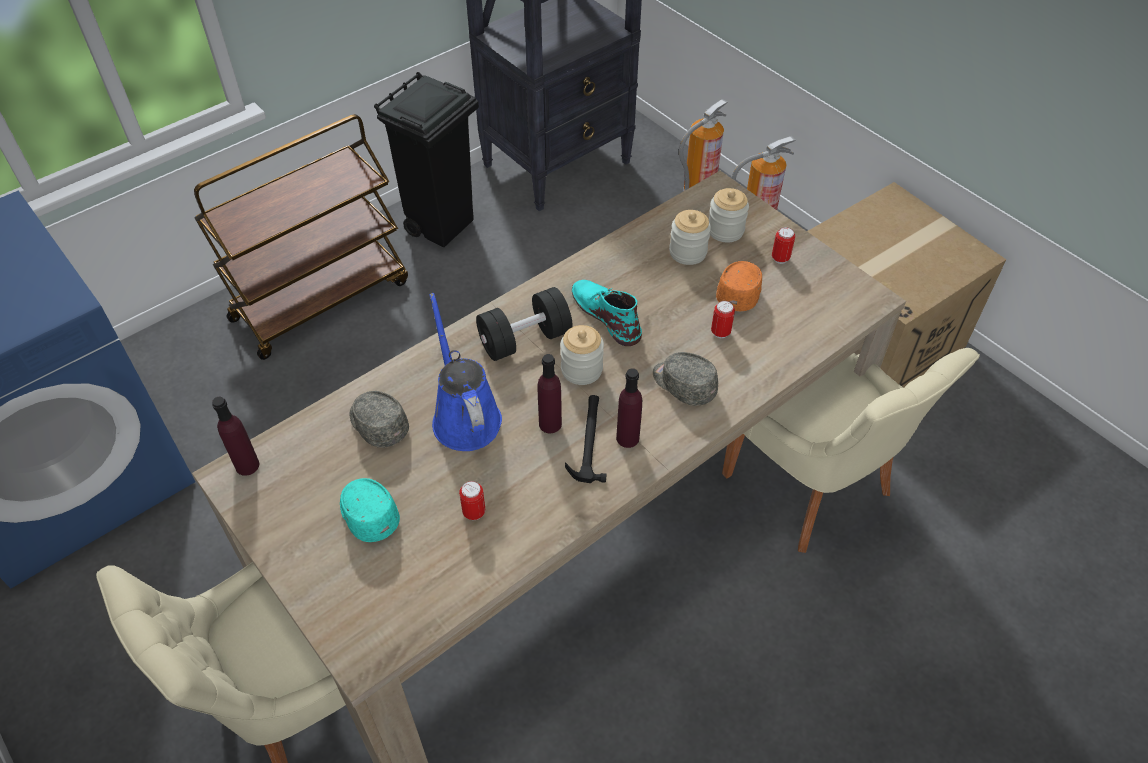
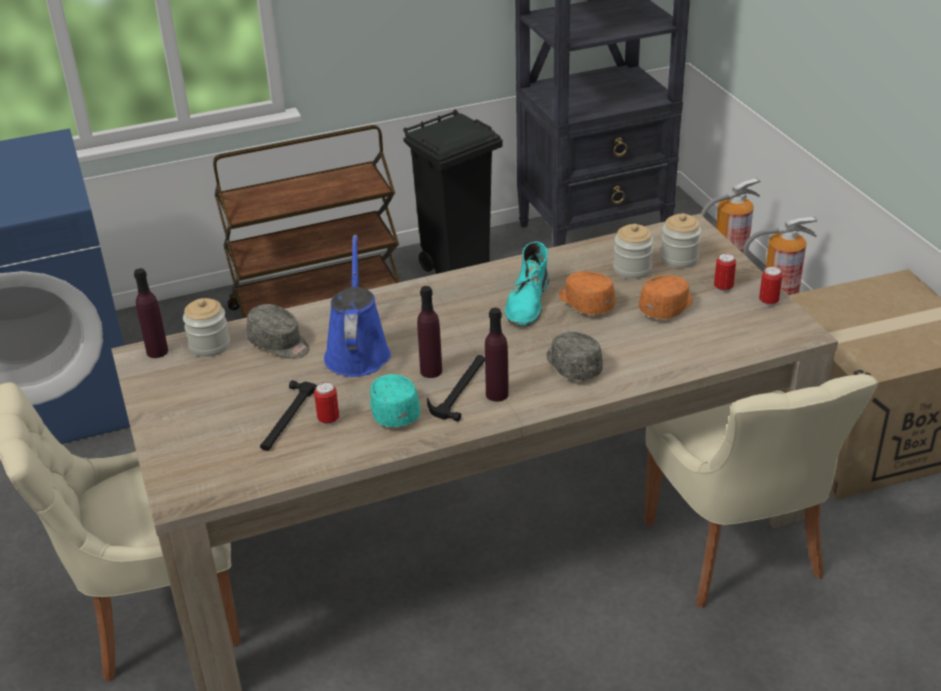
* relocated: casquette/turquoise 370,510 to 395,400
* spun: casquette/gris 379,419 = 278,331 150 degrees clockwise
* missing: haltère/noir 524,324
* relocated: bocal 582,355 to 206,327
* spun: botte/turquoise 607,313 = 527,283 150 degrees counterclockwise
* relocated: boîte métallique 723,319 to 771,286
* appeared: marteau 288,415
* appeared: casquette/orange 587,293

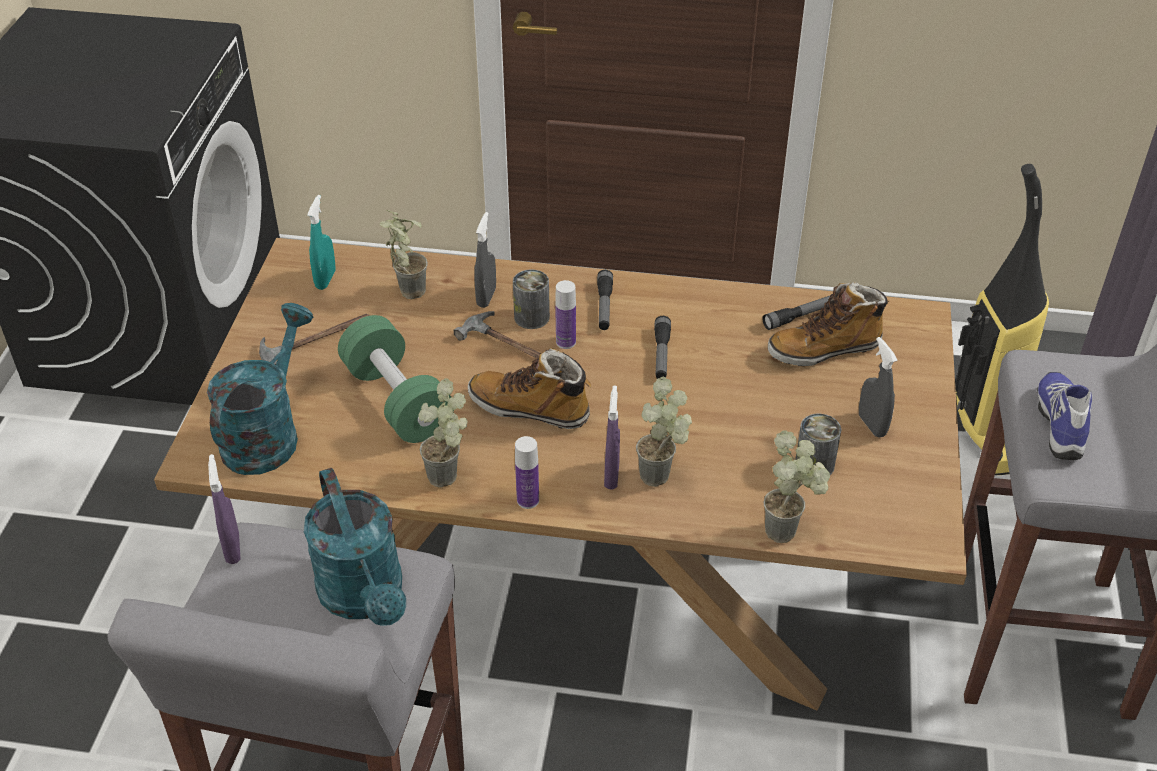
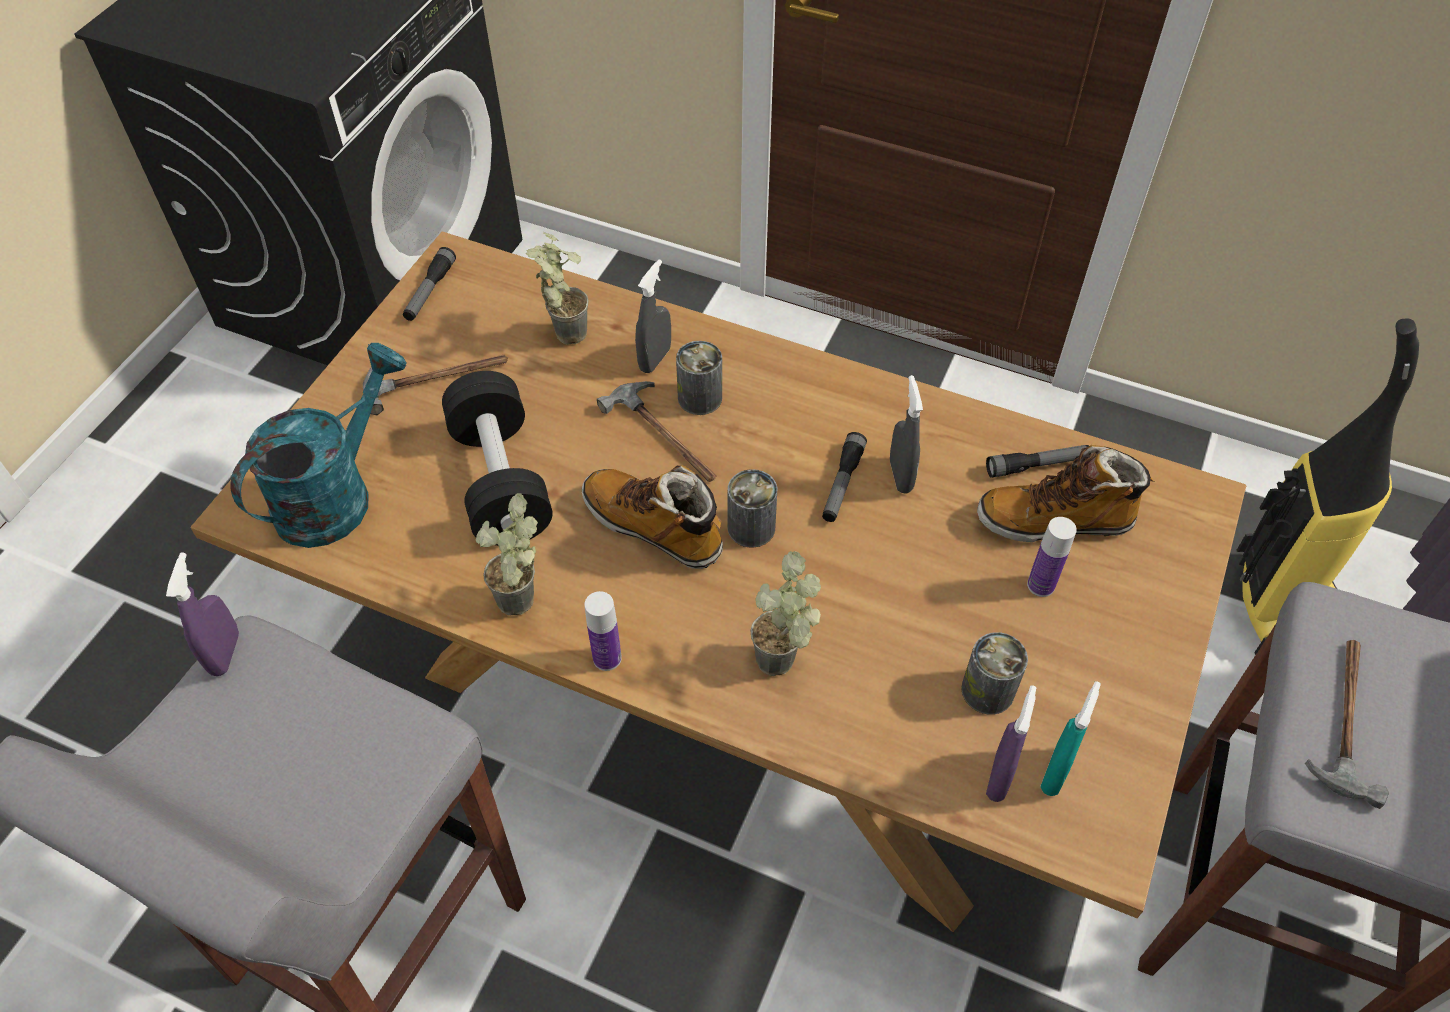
* missing: arrosoir/turquoise 355,547
* relocated: vaporisateur/turquoise 321,242 to 1070,738
* colour: haltère/vert 396,379 to haltère/noir 497,458
* relocated: bouteille 565,314 to 1052,557
* relocated: lampe de poche 605,300 to 429,284
* relocated: vaporisateur/violet 612,437 to 1011,743
* missing: plante en pot 797,486
* relocated: vaporisateur/gris 878,387 to 906,434
* exchanged: chaussure 1064,416 to marteau 1347,724
* appeared: boîte métallique 752,508

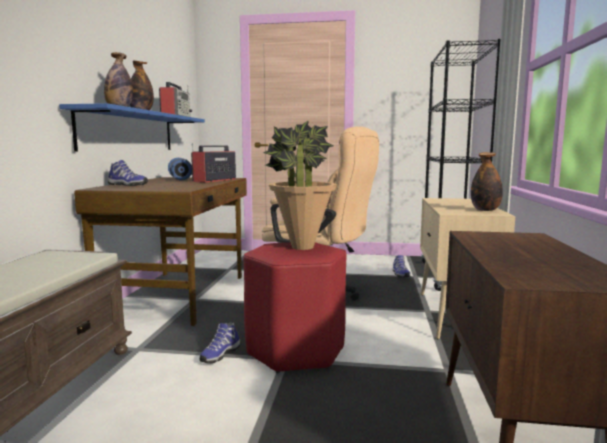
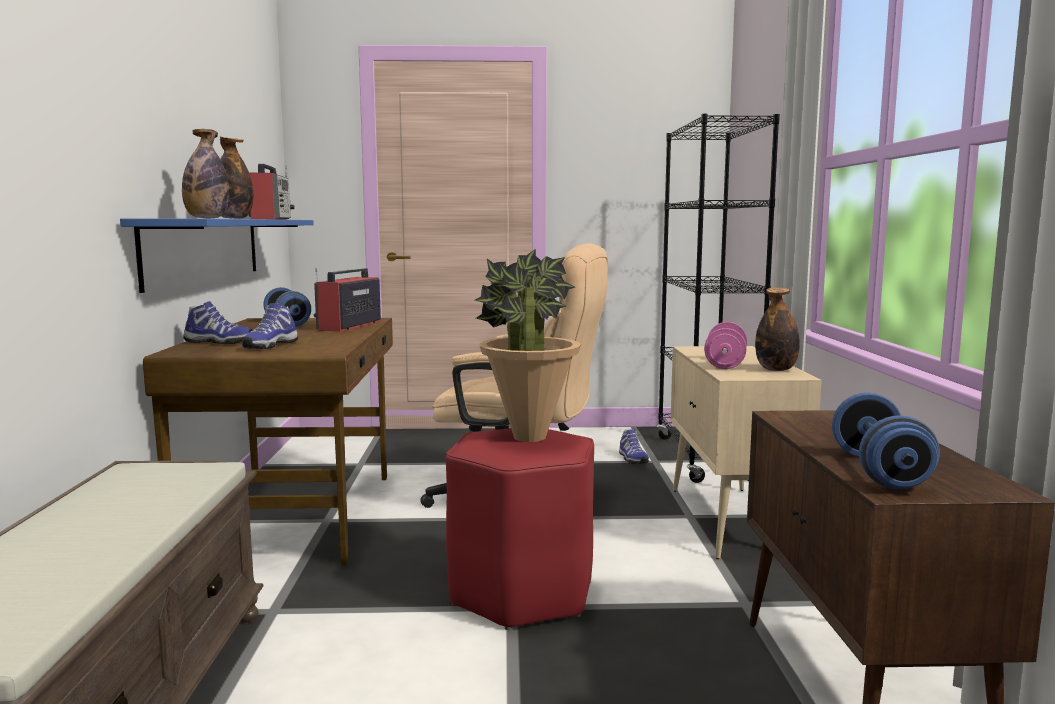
* relocated: chaussure 219,343 to 270,326
* appeared: haltère/rose 725,345
* appeared: haltère/bleu 886,441

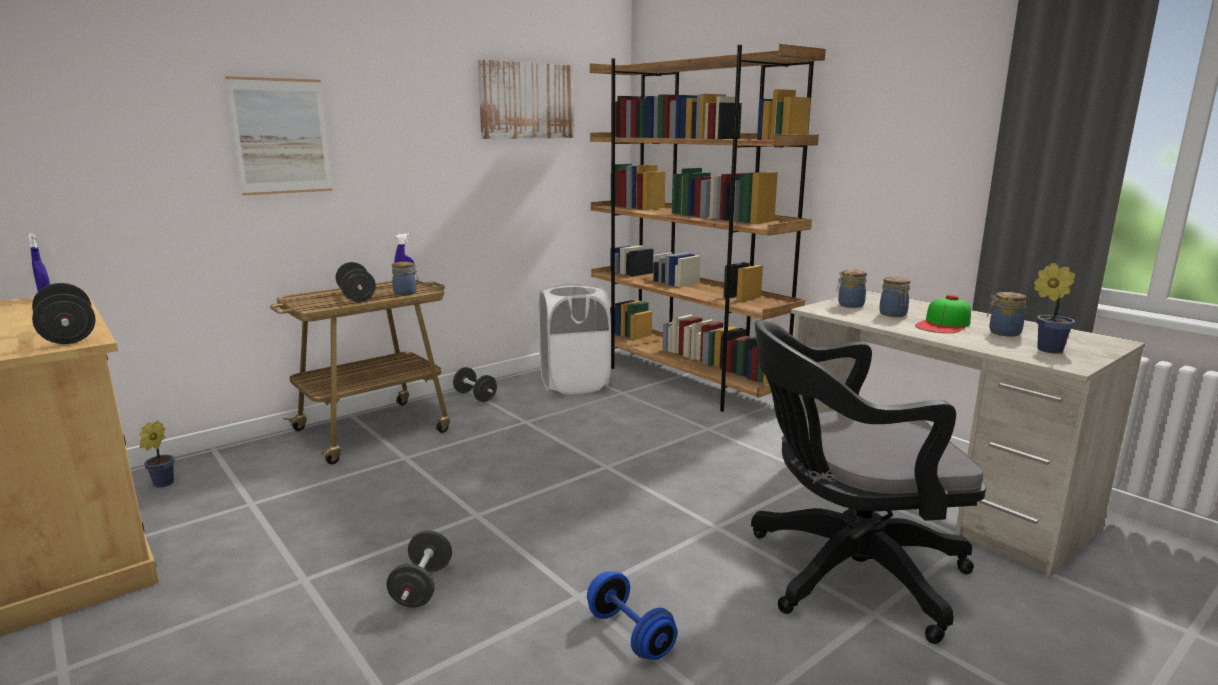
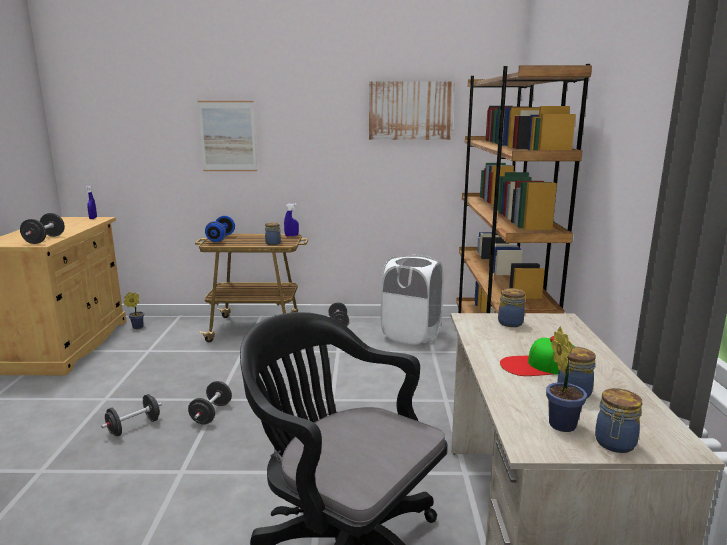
* relocated: haltère/noir 356,282 to 210,403
* relocated: haltère/bleu 632,616 to 220,229
* relocated: bocal 894,297 to 618,420

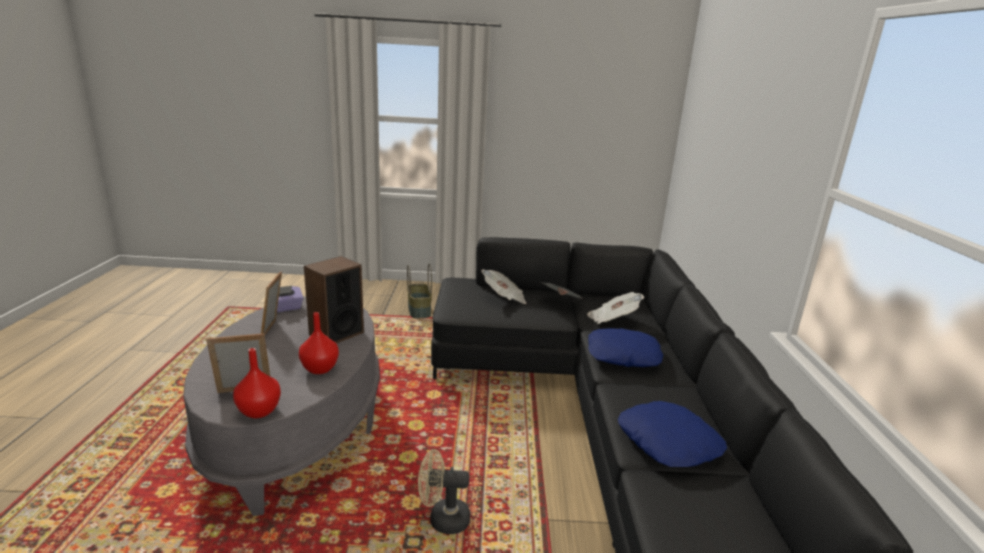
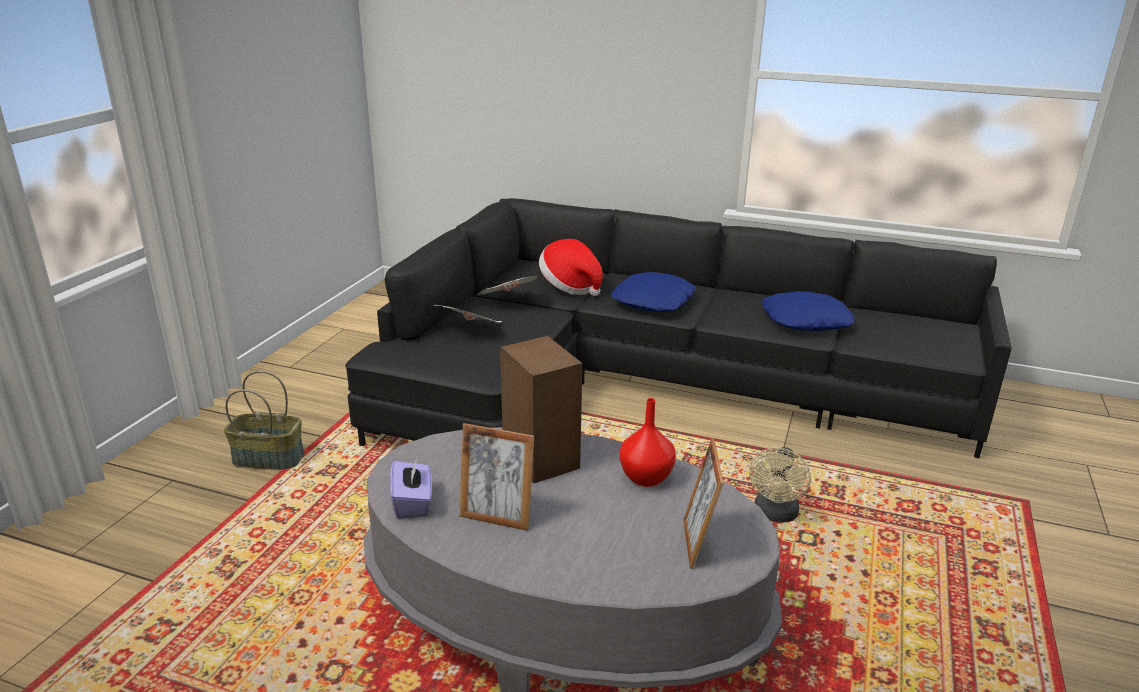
* missing: vase/rouge 257,383
* exchanged: journal 615,308 to chapeau 571,267

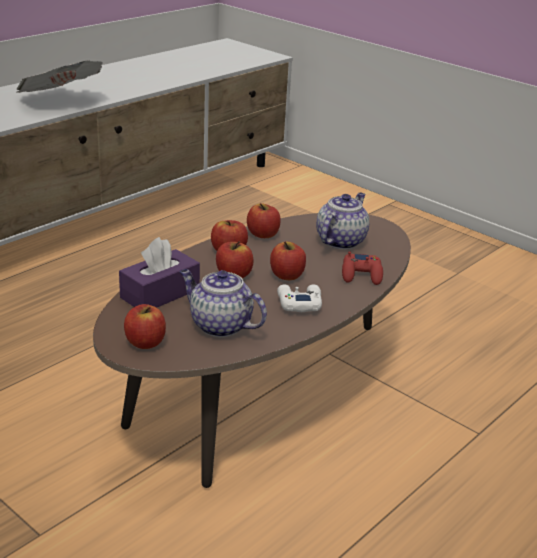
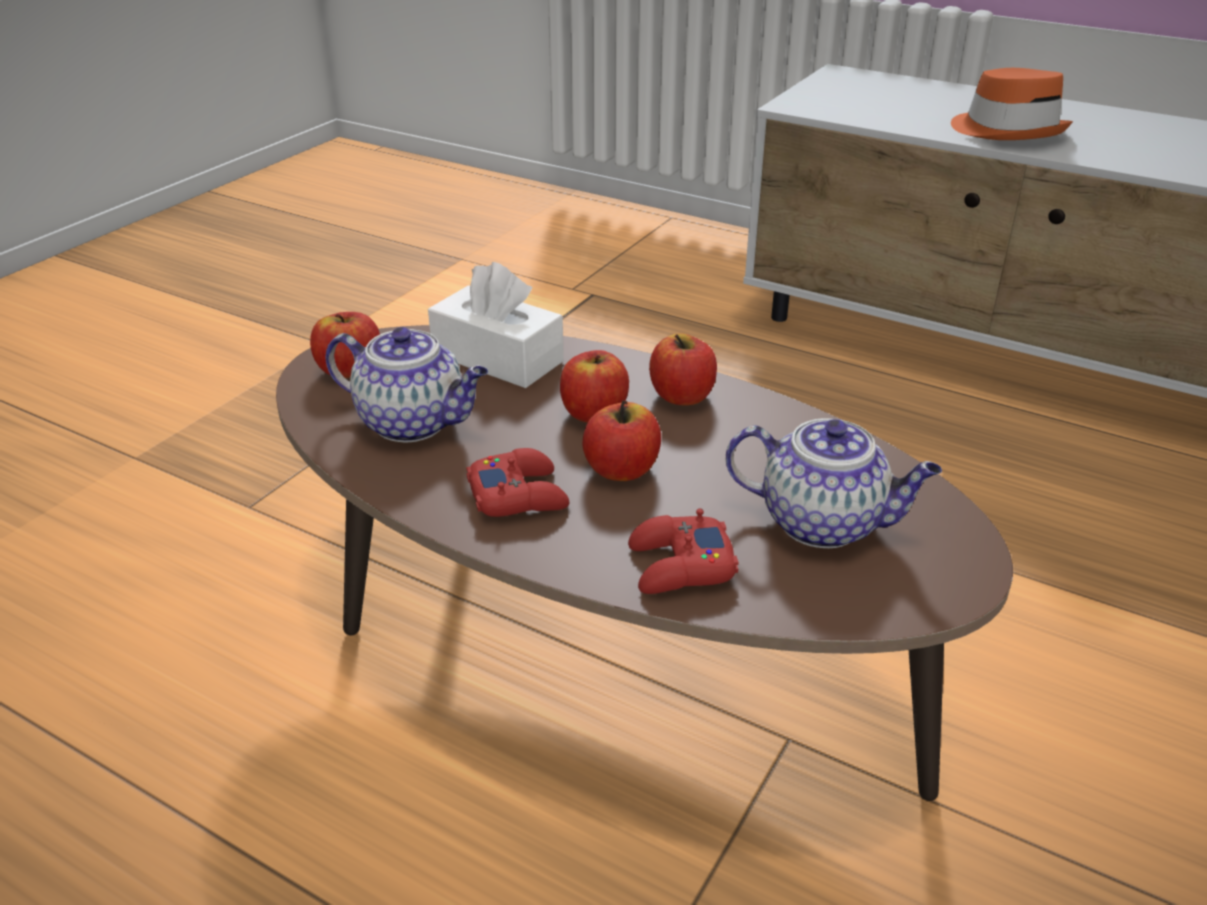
* exchanged: journal 59,77 to chapeau/orange 1012,104
* colour: boîte à mouchoirs/violet 159,272 to boîte à mouchoirs/blanc 496,325
* spun: théière 223,303 = 406,384 90 degrees clockwise
* missing: pomme 263,220
* colour: manette/blanc 299,298 to manette/rouge 517,482

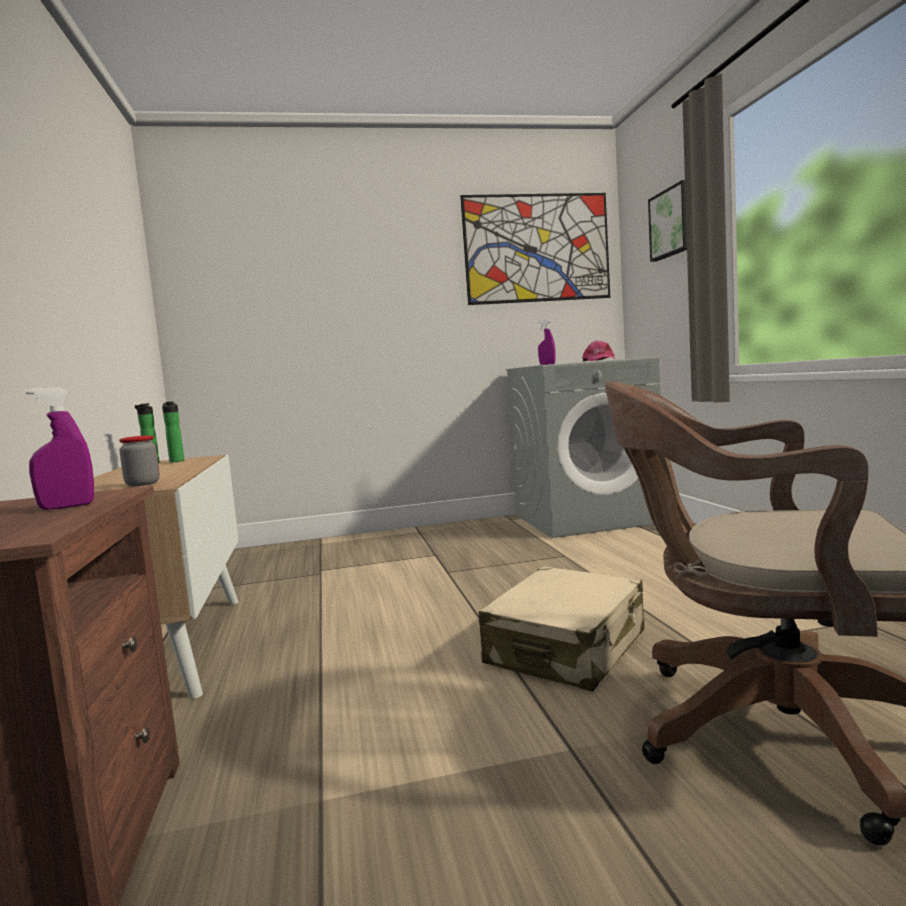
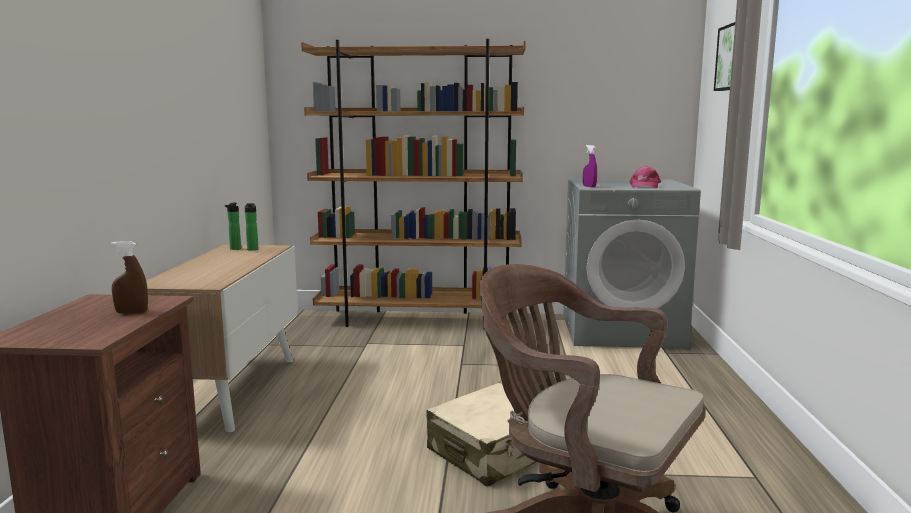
* colour: vaporisateur/violet 59,448 to vaporisateur/marron 129,277
* missing: bocal 139,461
* missing: tableau 535,249
* appeared: bibliothèque/marron 413,184

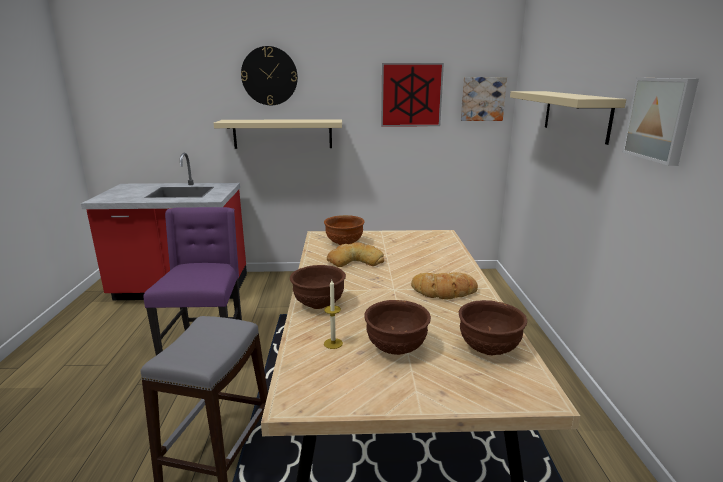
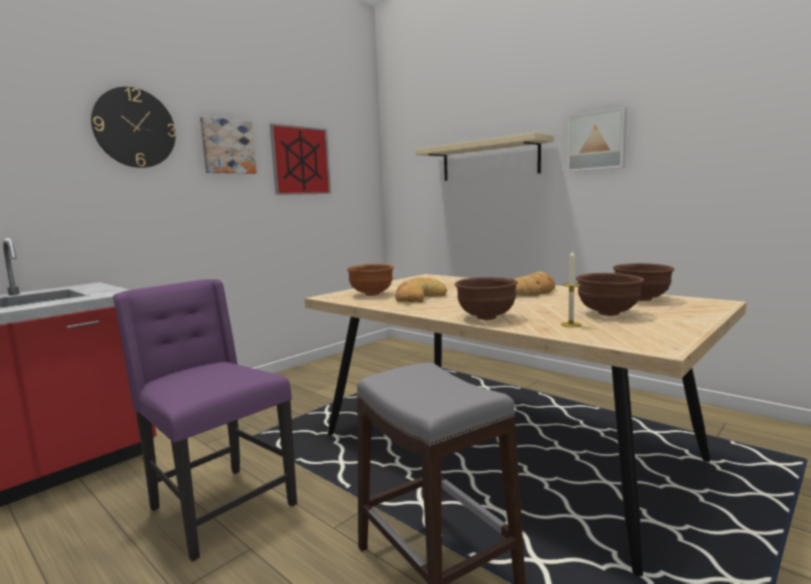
* missing: étagère/beige 277,134
* relocated: tableau 484,99 to 228,145

